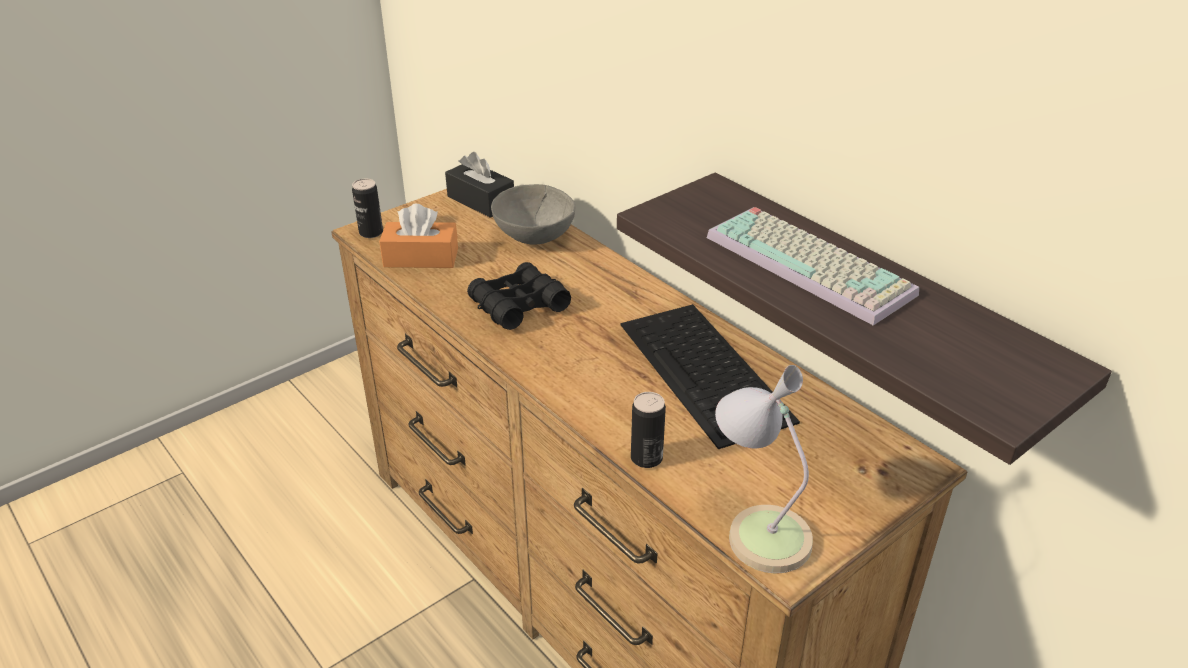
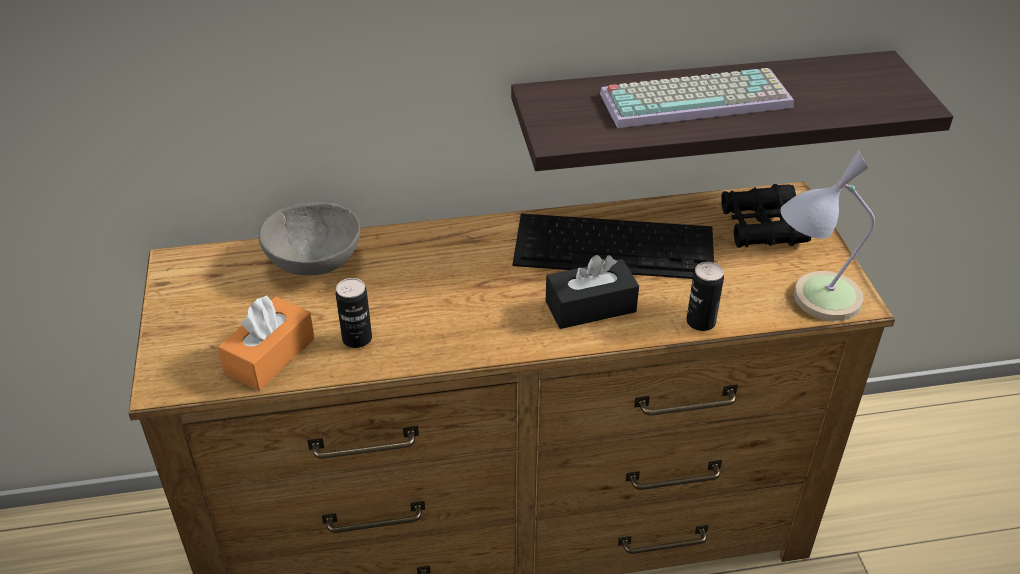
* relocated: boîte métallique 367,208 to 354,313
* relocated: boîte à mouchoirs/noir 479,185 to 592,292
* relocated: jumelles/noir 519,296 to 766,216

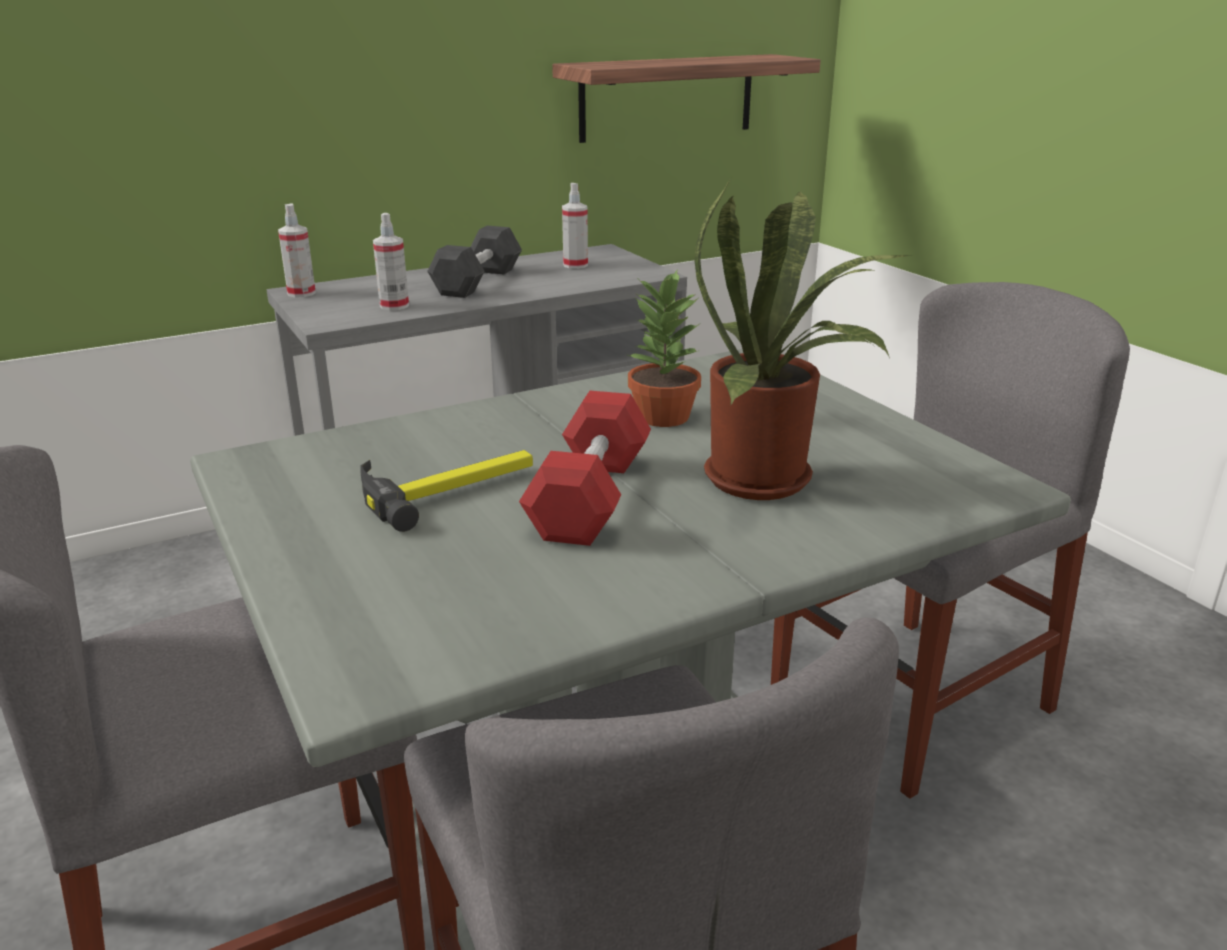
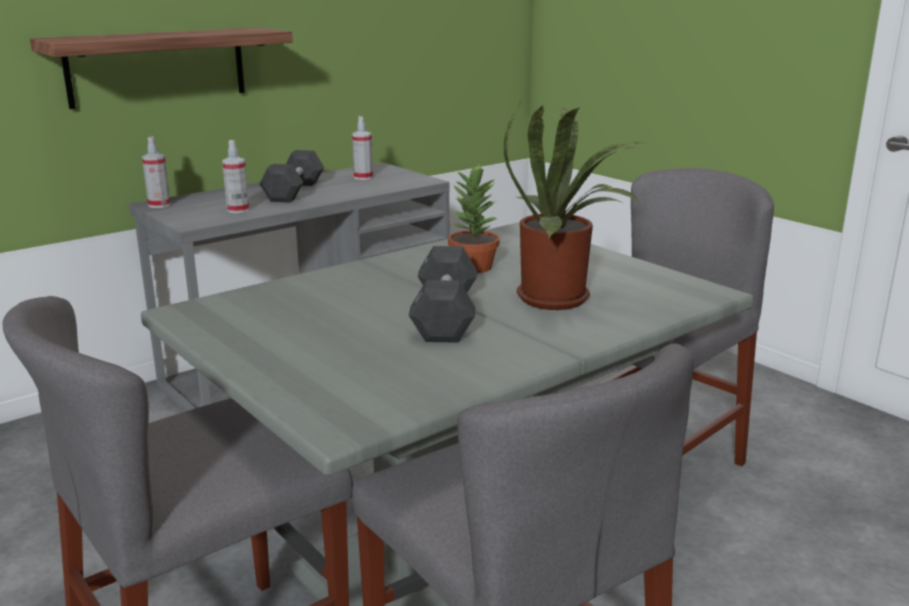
* missing: marteau 447,491
* colour: haltère/rouge 585,468 to haltère/noir 443,294
* relocated: étagère 686,98 to 161,68

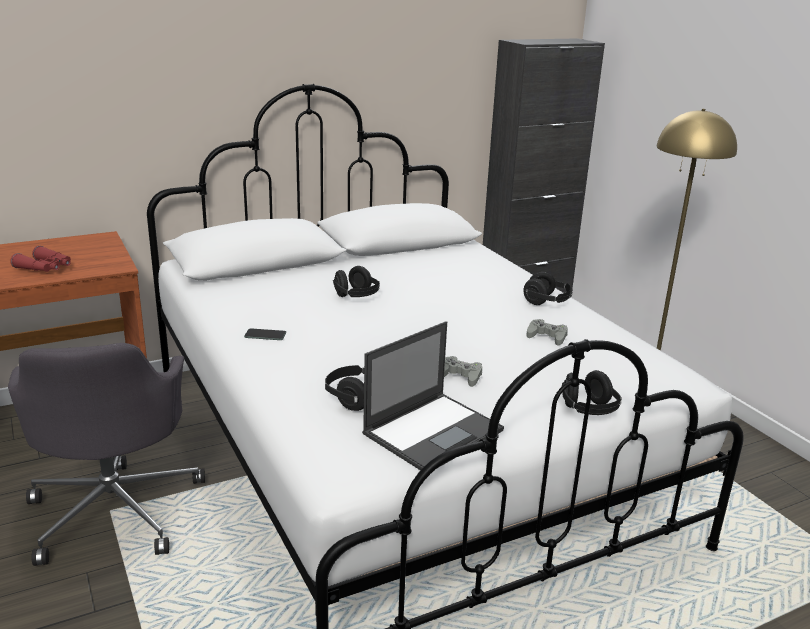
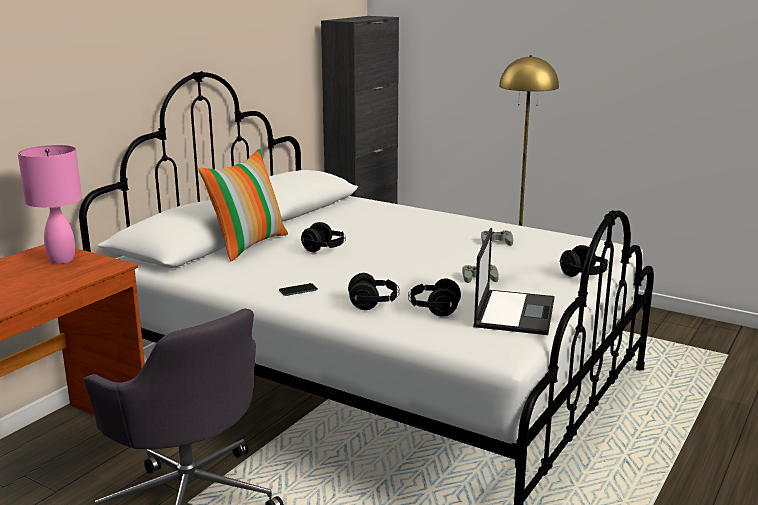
* missing: jumelles/rouge 40,259
* relocated: casque audio/noir 548,288 to 373,291
* appeared: lampe de table/rose 50,204
* appeared: coussin 243,205

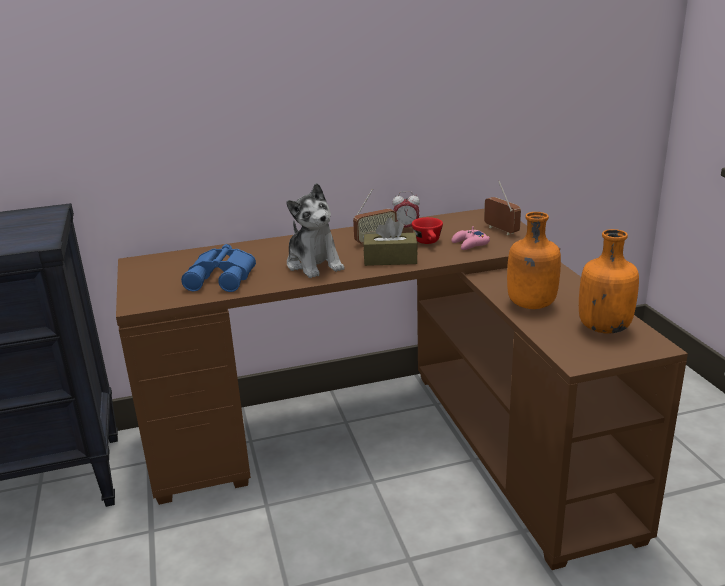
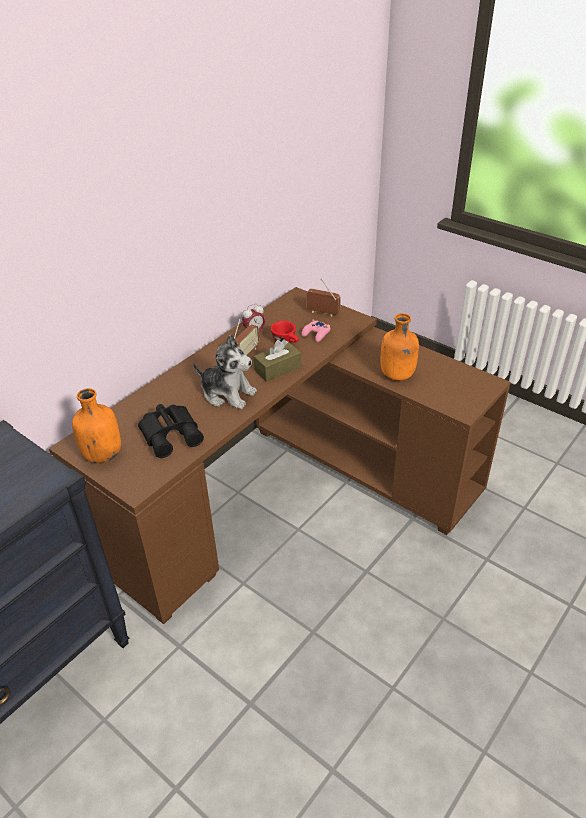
* colour: jumelles/bleu 218,268 to jumelles/noir 171,431
* relocated: bouteille/orange 609,281 to 96,425

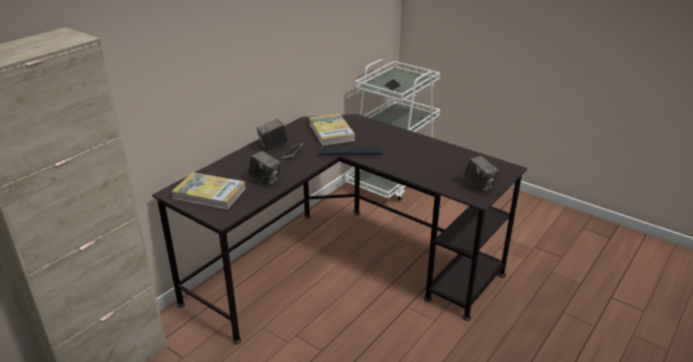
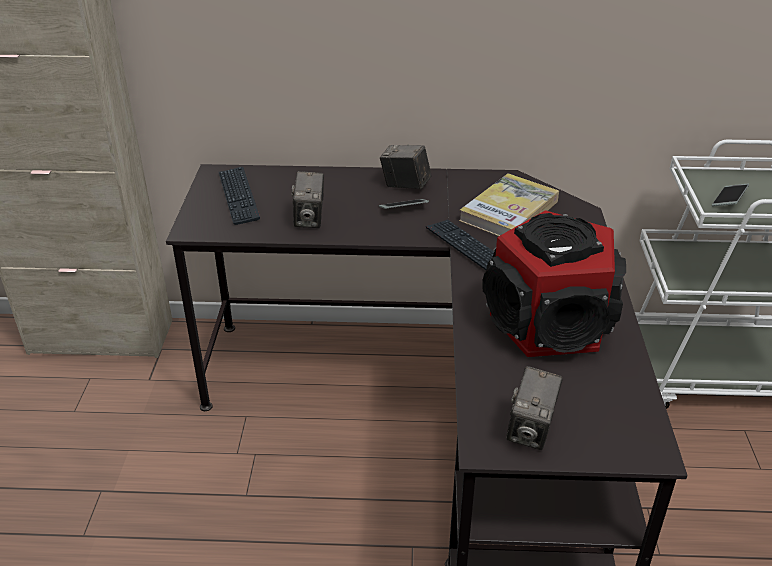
* exchanged: livre 209,190 to clavier 239,196
* appeared: enceinte 554,283

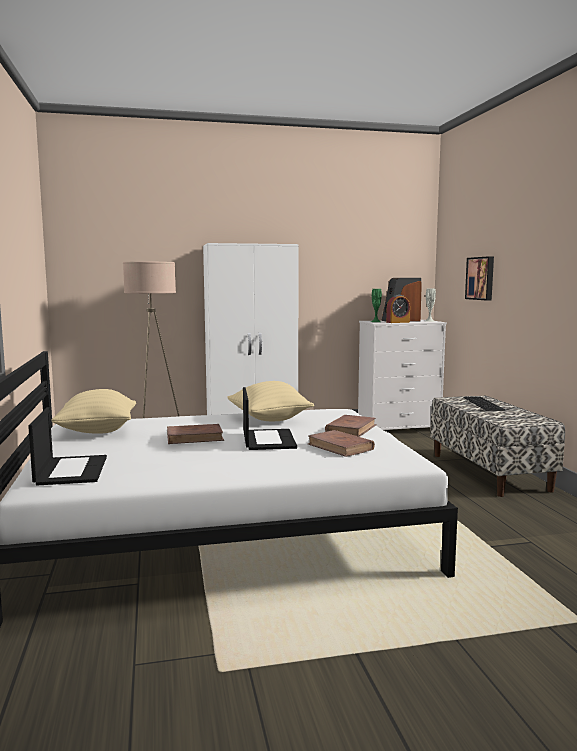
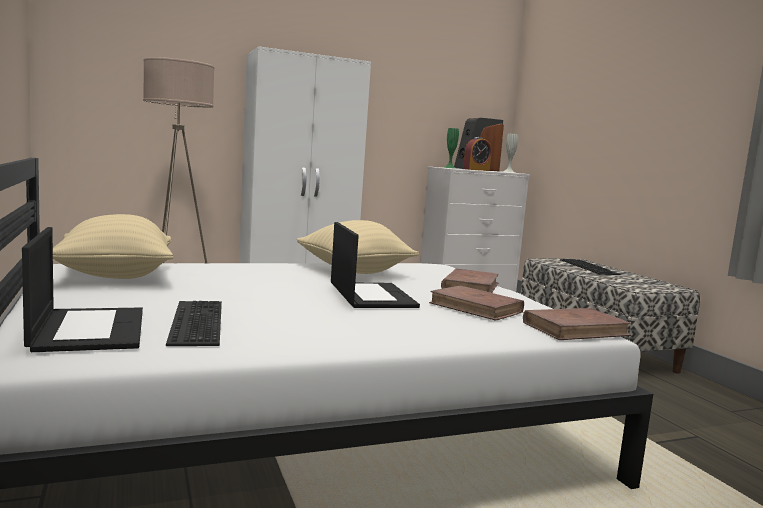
* relocated: livre/marron 195,434 to 577,324
* missing: tableau 479,278
* appeared: clavier 194,323

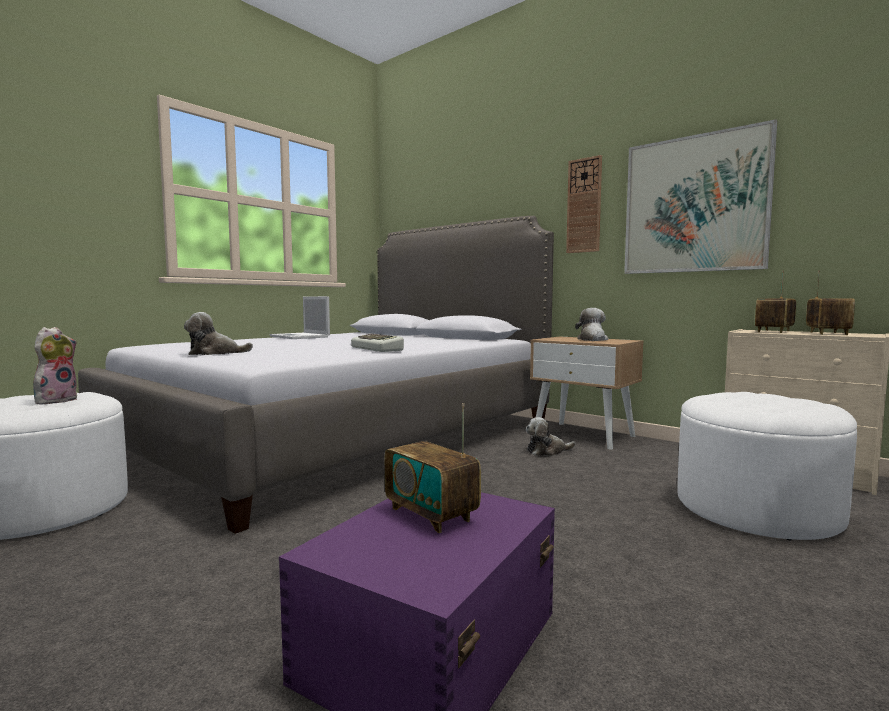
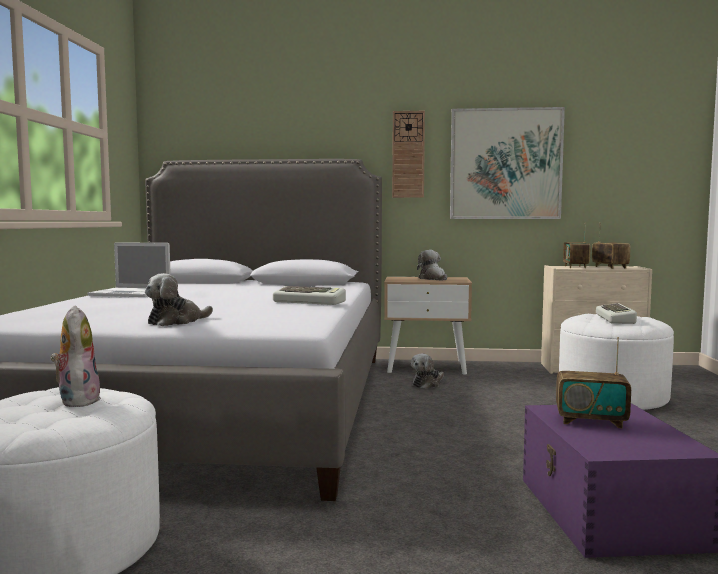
* appeared: clavier 616,313

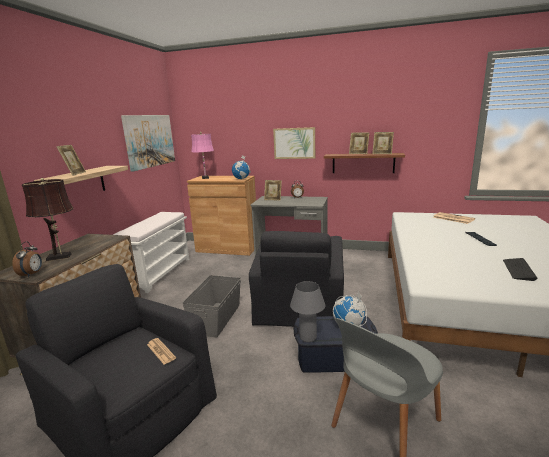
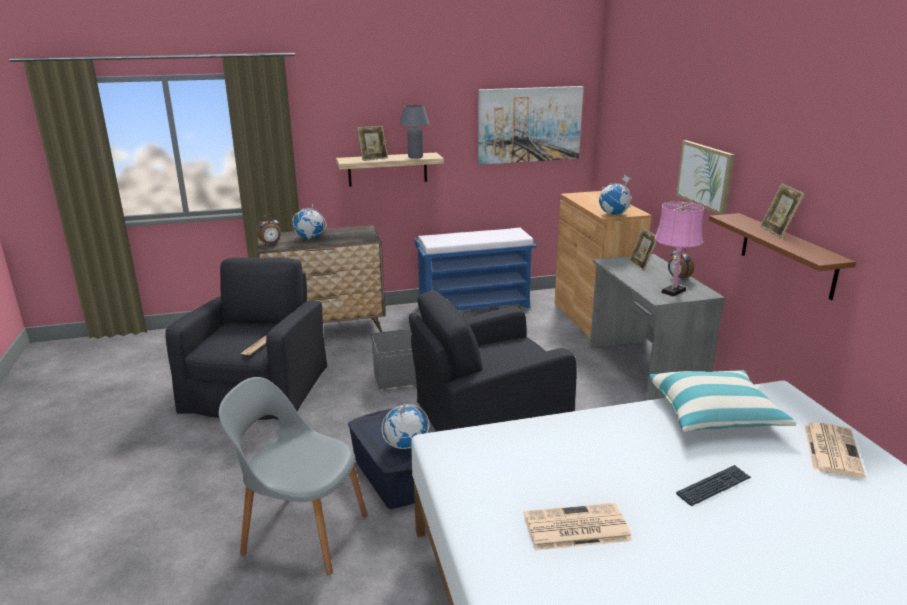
* exchanged: lampe de table/marron 47,219 to globe 309,222
* colour: banc/blanc 151,252 to banc/bleu 475,269
* relocated: lampe de table/rose 202,155 to 679,249
* relocated: lampe de table/gris 307,311 to 415,132
* missing: cadre photo 383,143
* exchanged: clavier 520,269 to journal 578,526
* appeared: coussin 722,401

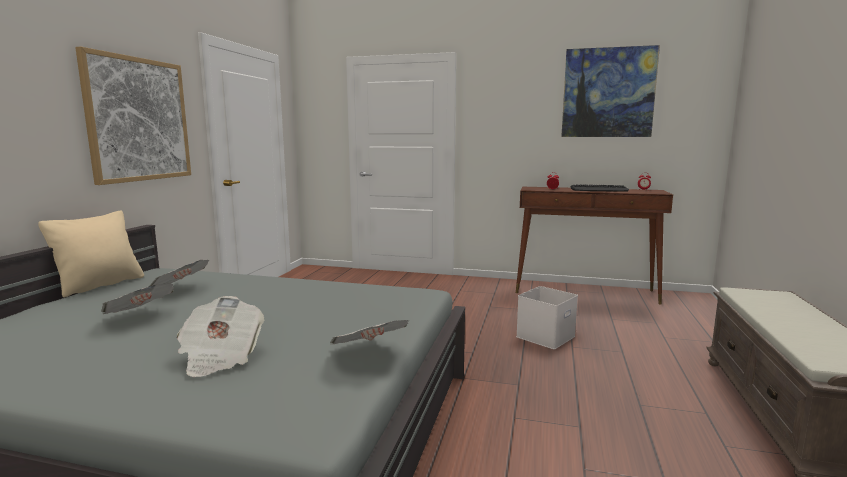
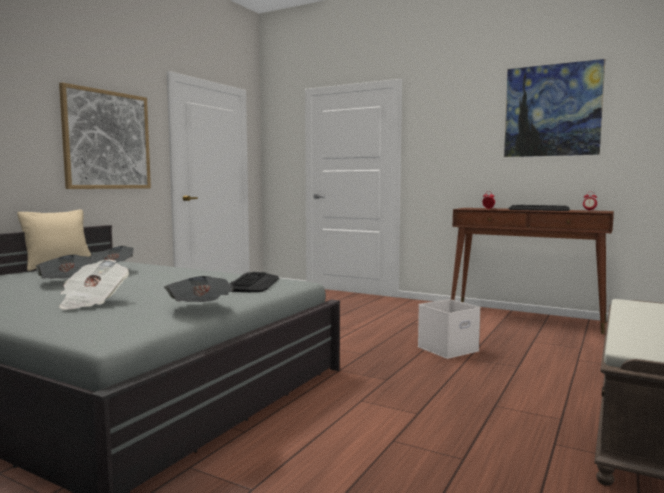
* appeared: clavier 254,282

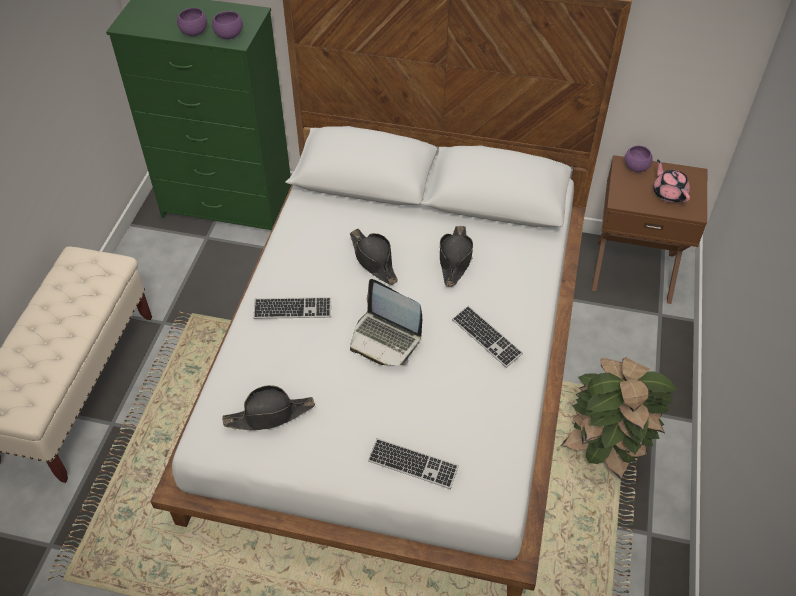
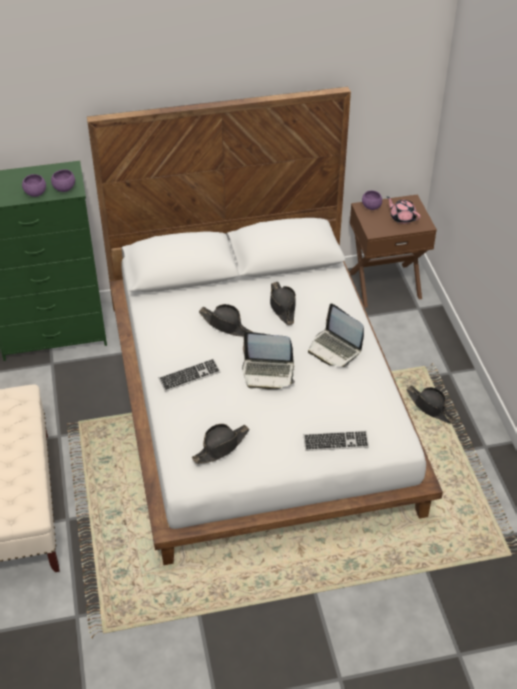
* exchanged: clavier 487,337 to ordinateur portable 336,335
* exchanged: plante en pot 619,418 to chapeau/noir 431,404

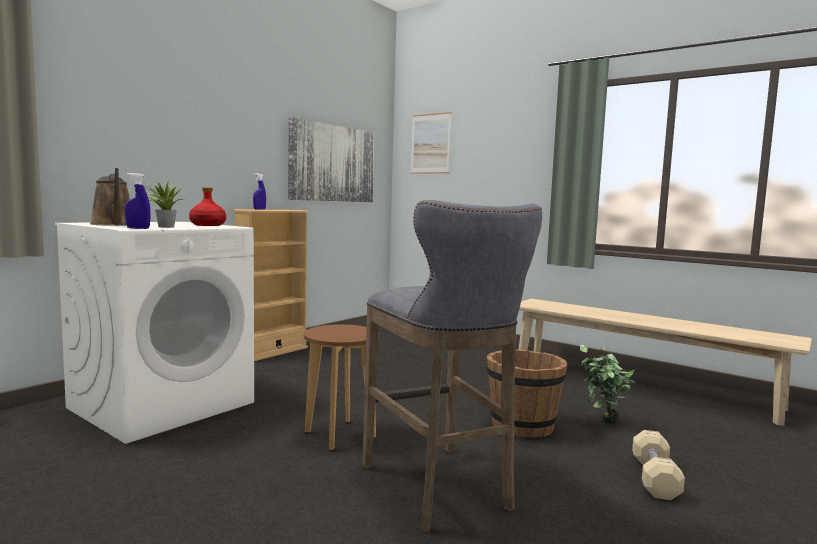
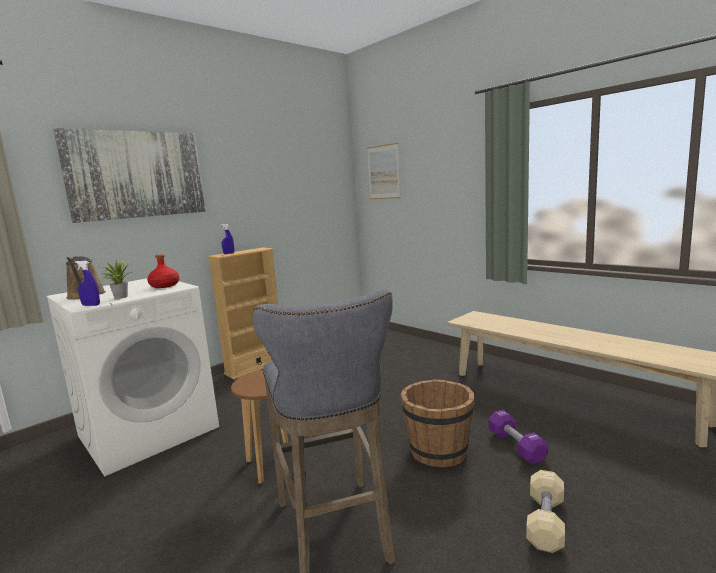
* relocated: tableau 331,160 to 129,175
* exchanged: plante en pot 608,384 to haltère/violet 518,437

